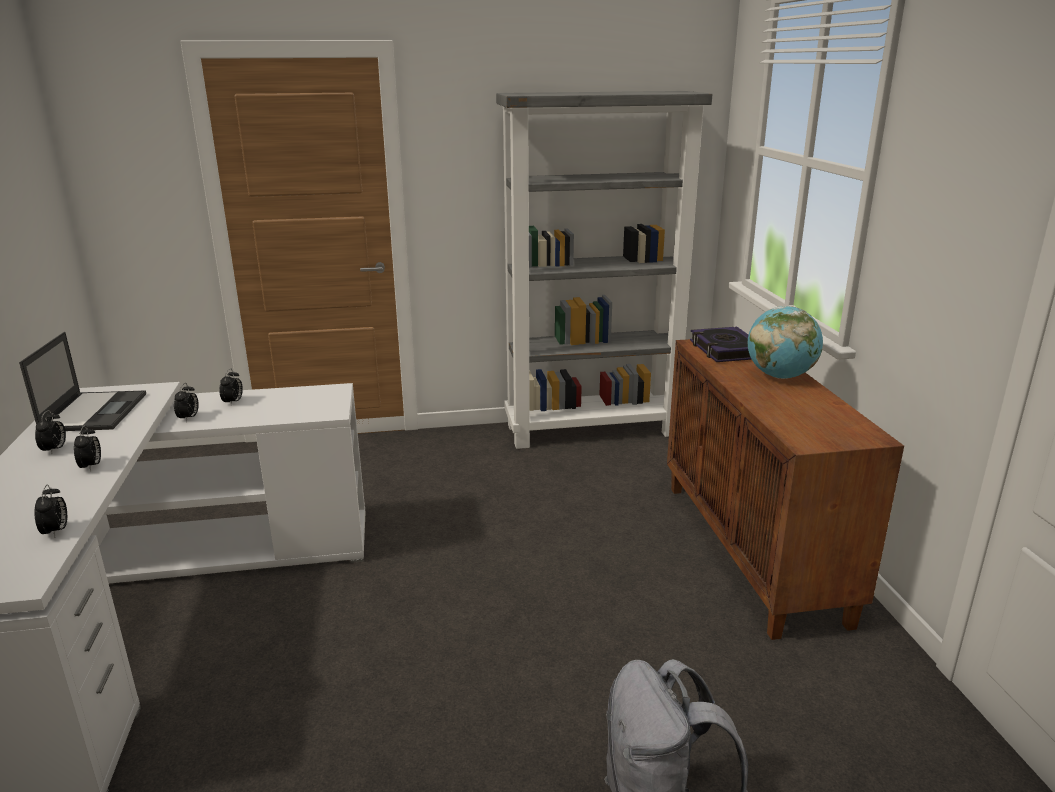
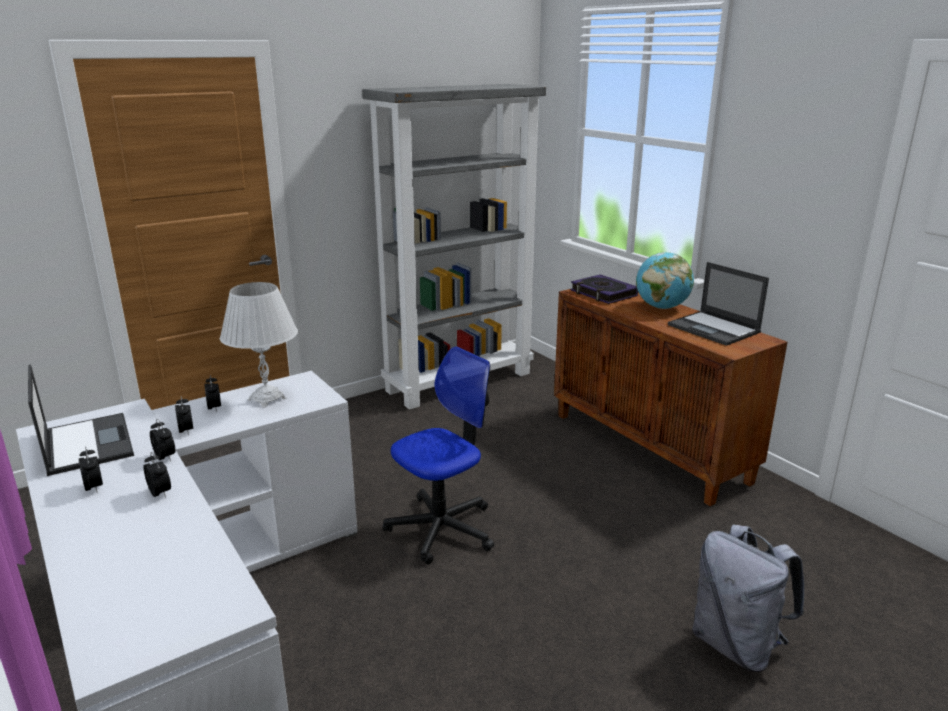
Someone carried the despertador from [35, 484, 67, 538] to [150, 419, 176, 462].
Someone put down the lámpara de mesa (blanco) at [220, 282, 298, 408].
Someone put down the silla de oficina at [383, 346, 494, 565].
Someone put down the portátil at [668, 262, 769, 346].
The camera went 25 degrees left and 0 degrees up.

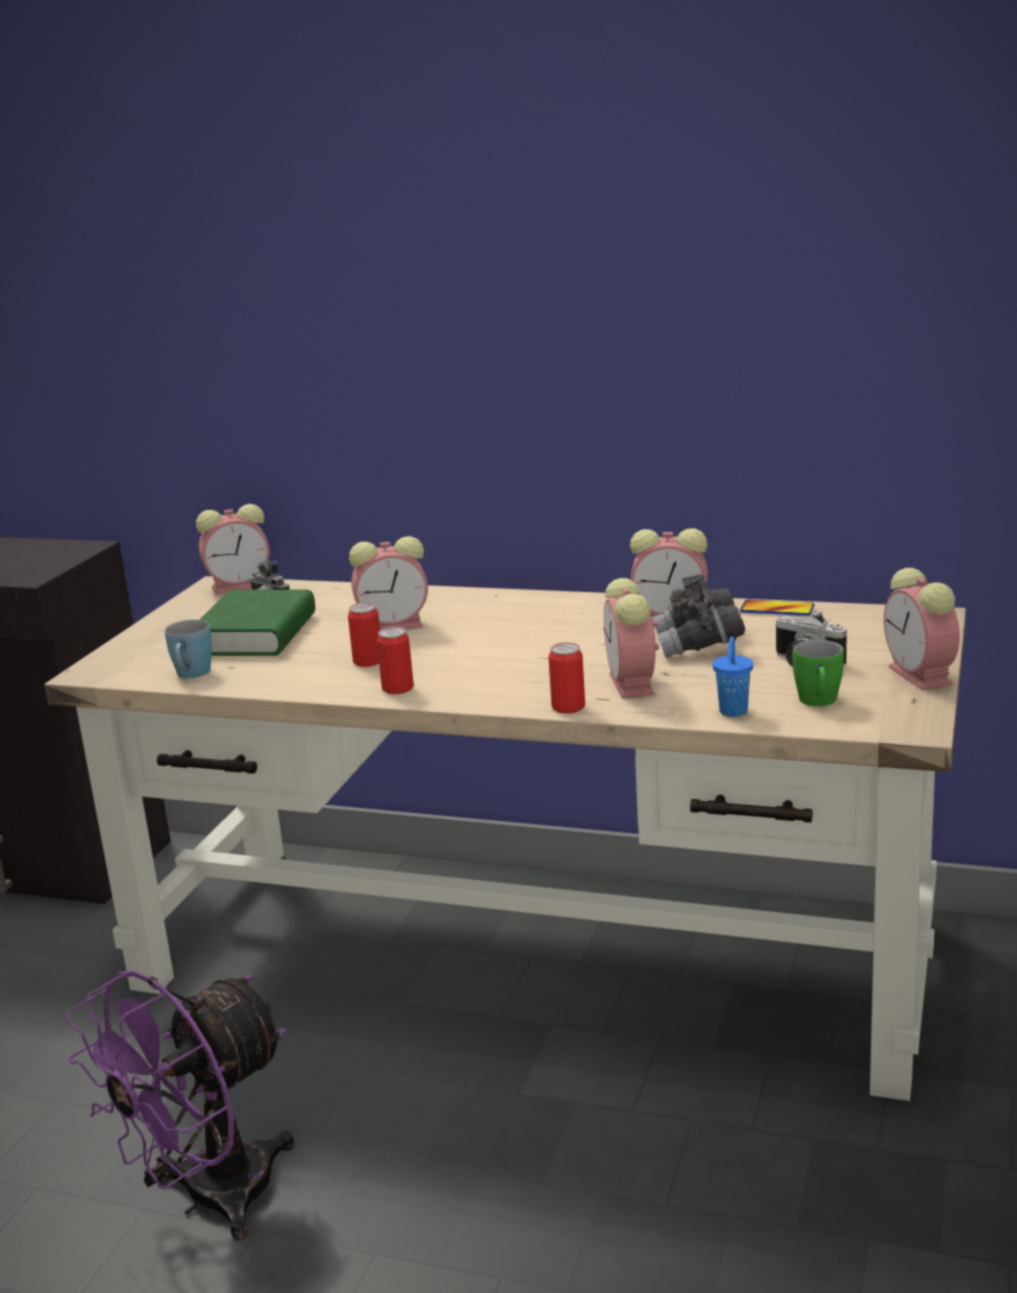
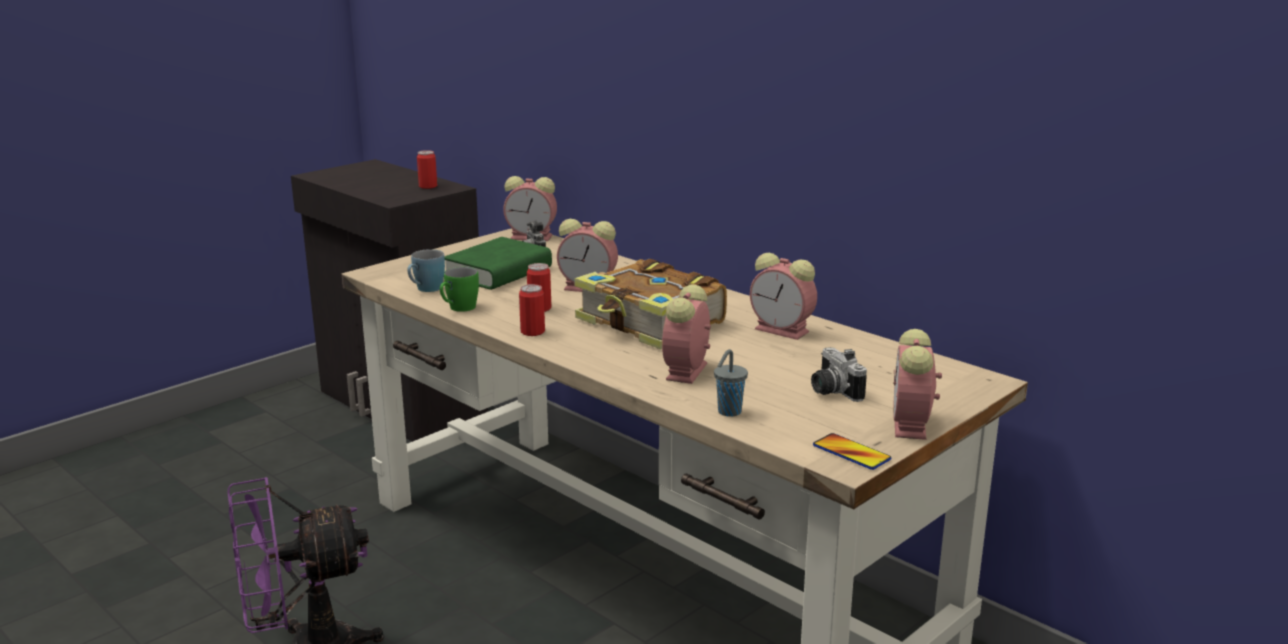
Someone carried the lata from [548, 642, 585, 713] to [417, 150, 437, 189].
Someone carried the taza grande (verde) from [793, 640, 844, 706] to [440, 267, 479, 312].
Someone put down the libro at [574, 259, 727, 349].
Someone repainted the taza (azul) at [713, 637, 753, 717], which became the taza (gris) at [714, 349, 748, 417].
Someone carried the móvil from [740, 600, 814, 616] to [813, 433, 891, 470].
Someone took away the prismáticos (gris) at [652, 575, 746, 658].
The camera went 25 degrees right and 0 degrees up.

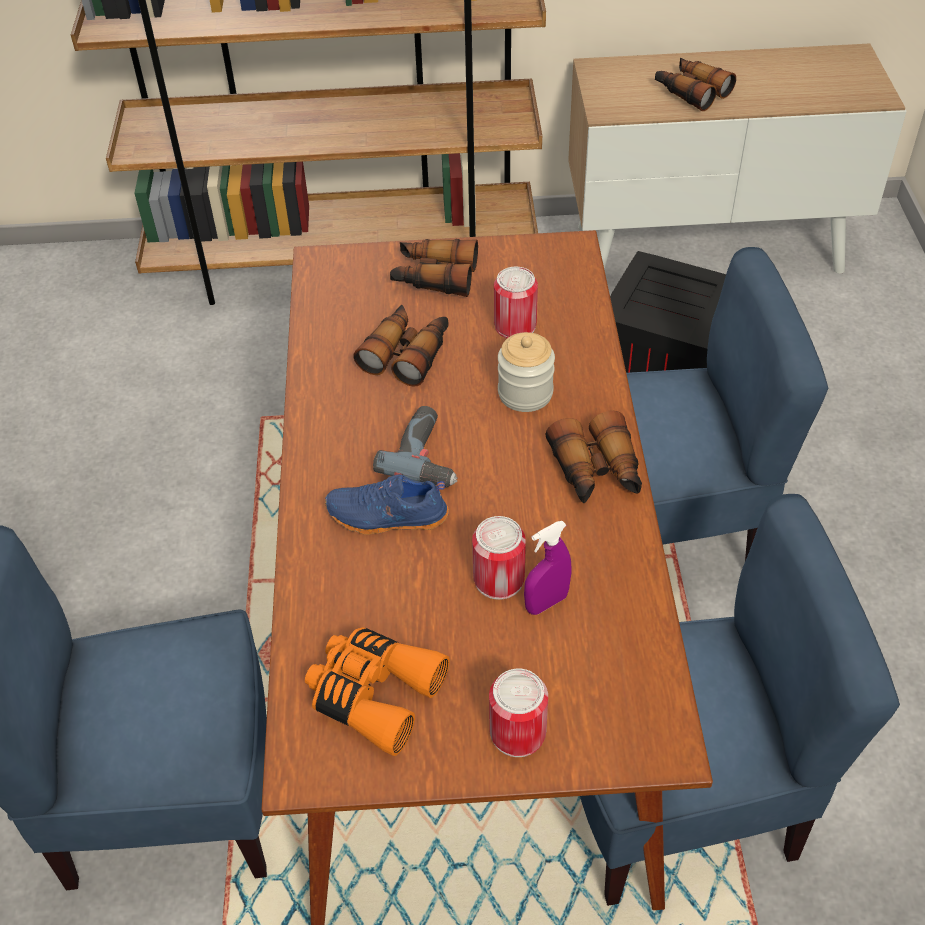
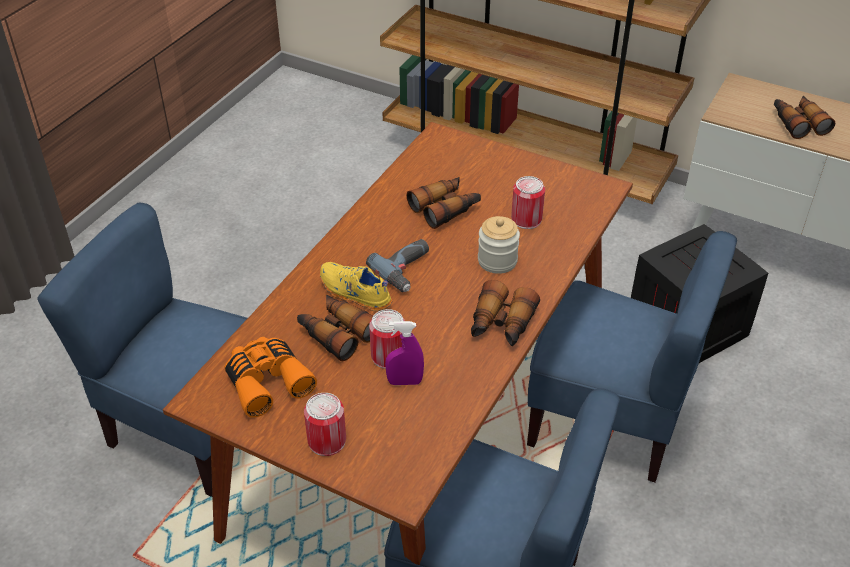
Someone carried the prismáticos from [390, 239, 478, 297] to [297, 295, 373, 361].
Someone repainted the zapato (azul) at [325, 474, 449, 535], which became the zapato (amarillo) at [320, 262, 392, 311].
The camera went 30 degrees right and 5 degrees down.

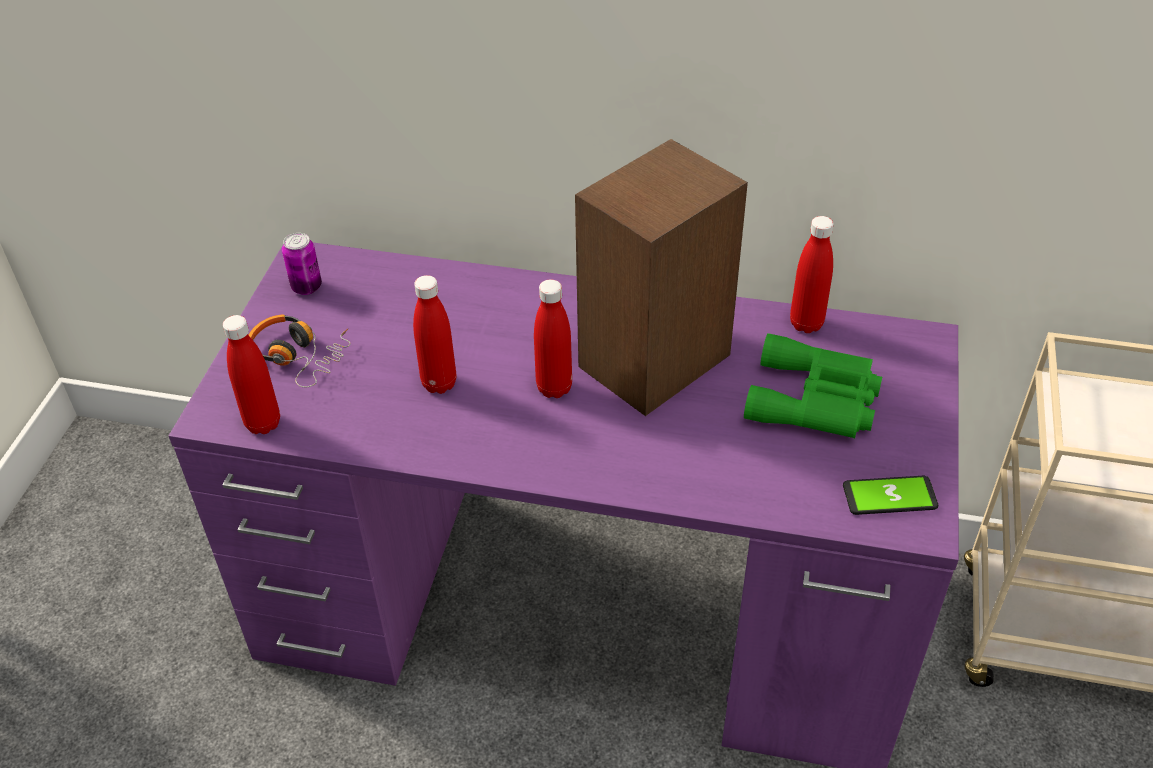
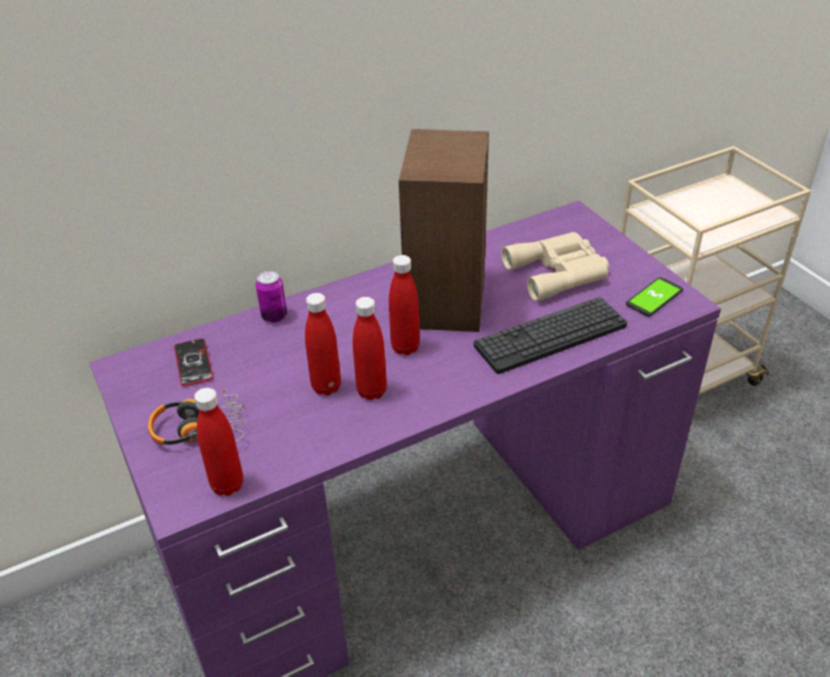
Someone put down the móvil at [174, 338, 213, 386].
Someone carried the lata from [282, 233, 322, 295] to [256, 271, 287, 323].
Someone carried the botella (rojo) from [790, 216, 834, 333] to [353, 297, 387, 400].
Someone put down the teclado at [474, 297, 627, 374].
Someone repainted the prismáticos (verde) at [744, 333, 882, 438], which became the prismáticos (beis) at [501, 232, 609, 301].
The camera went 40 degrees left and 5 degrees down.

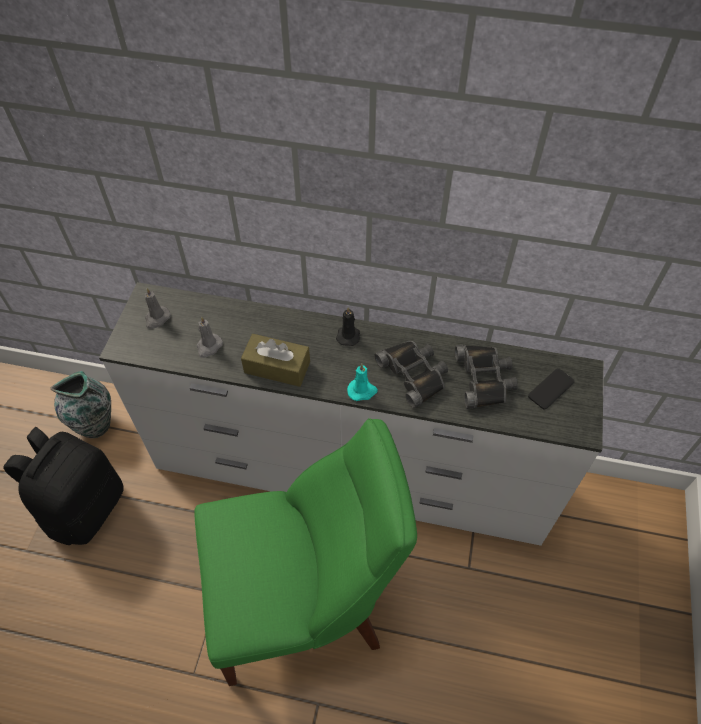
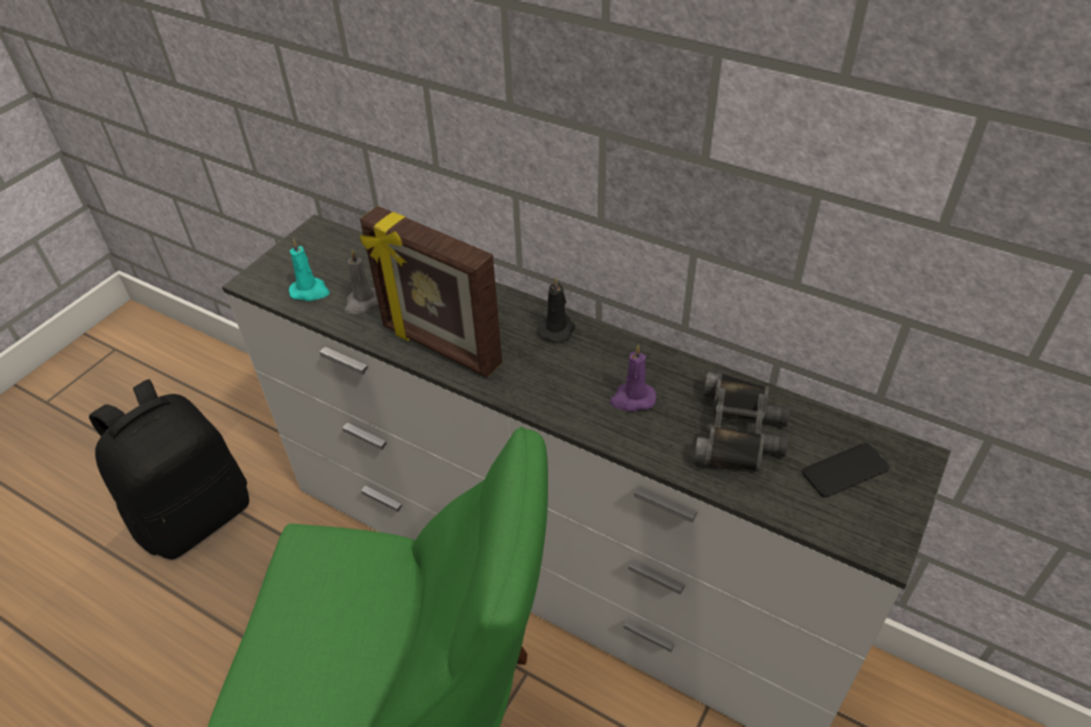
Someone carried the vela (turquesa) from [347, 364, 378, 401] to [289, 238, 330, 301].
Someone swapped the caja de pañuelos (marrón) at [241, 334, 310, 387] for the portarretratos at [360, 206, 502, 378].
Someone swapped the prismáticos (negro) at [374, 341, 448, 408] for the vela (morado) at [610, 345, 656, 412].
Someone took away the florero at [50, 371, 111, 438].
Someone took away the vela (gris) at [145, 288, 171, 329].
The camera went 20 degrees right and 10 degrees down.

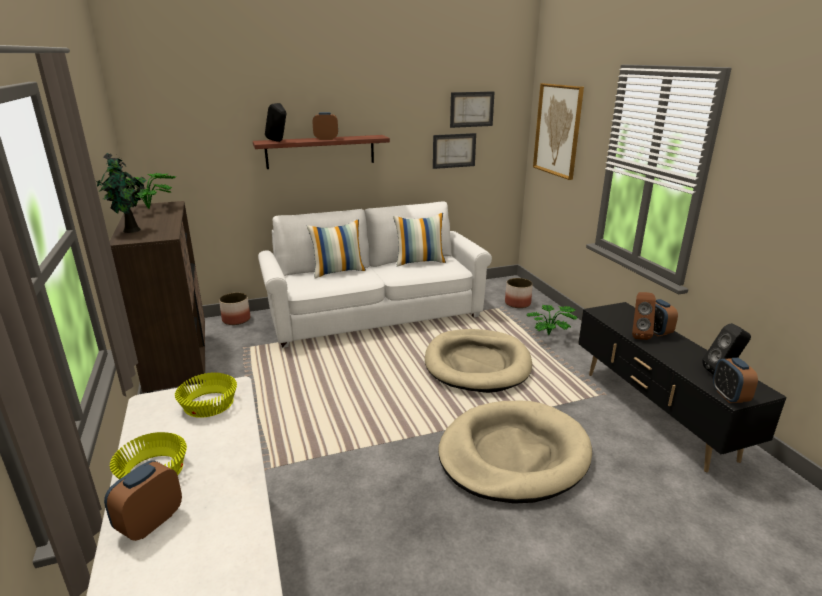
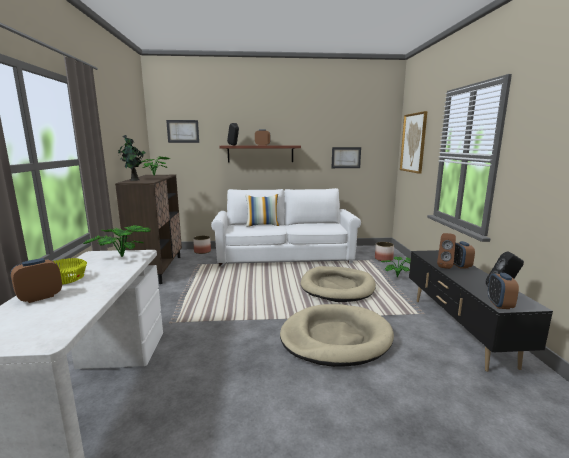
Someone swapped the cuenco (amarillo) at [175, 372, 237, 418] for the planta en maceta at [83, 225, 150, 257].
Someone carried the cuadro from [450, 91, 495, 128] to [166, 120, 199, 143].
Someone took away the cojín at [393, 213, 446, 266].
The camera went 15 degrees right and 10 degrees down.

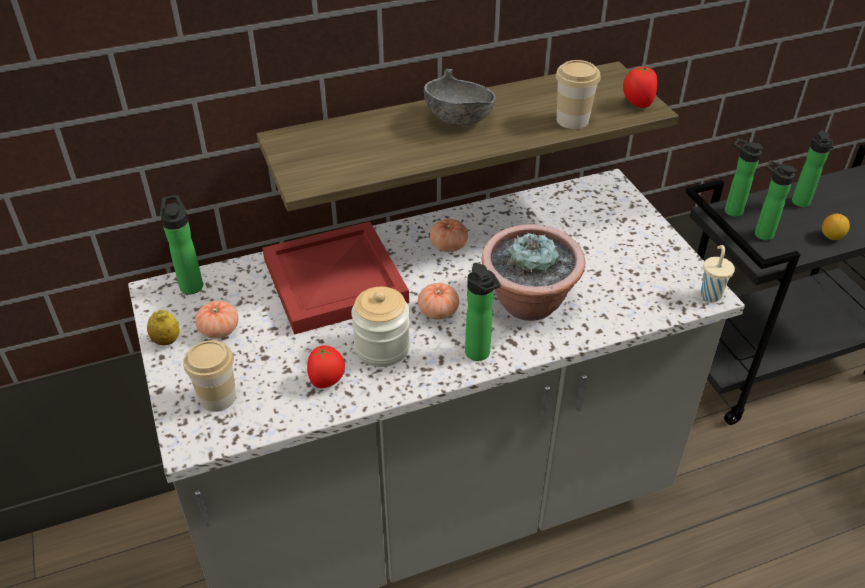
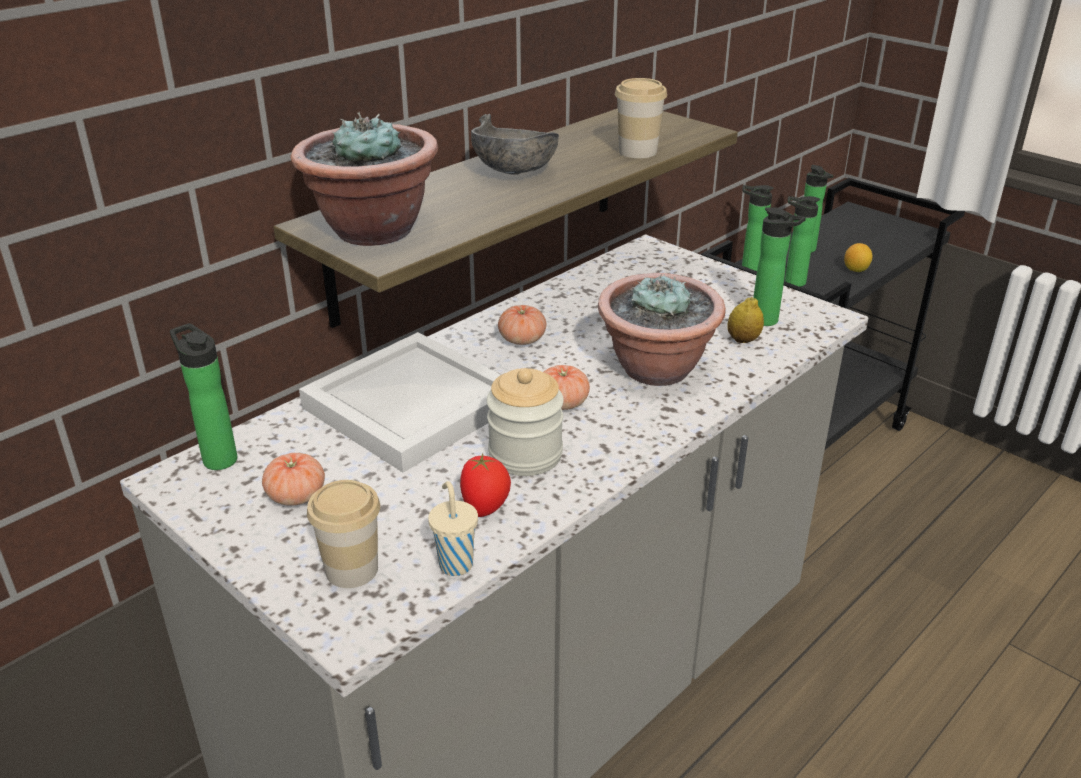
Someone put down the planta en maceta at [291, 111, 438, 246].
Someone repainted the bandeja (rojo) at [262, 222, 409, 335], which became the bandeja (blanco) at [299, 332, 501, 473].
Someone carried the taza (beis) from [700, 245, 735, 302] to [428, 481, 478, 576].
Someone carried the limón from [147, 310, 180, 345] to [727, 297, 764, 343].
Someone carried the botella from [465, 263, 501, 361] to [753, 207, 806, 326].
Someone took away the tomate at [623, 65, 657, 108].
The camera went 25 degrees left and 10 degrees down.

